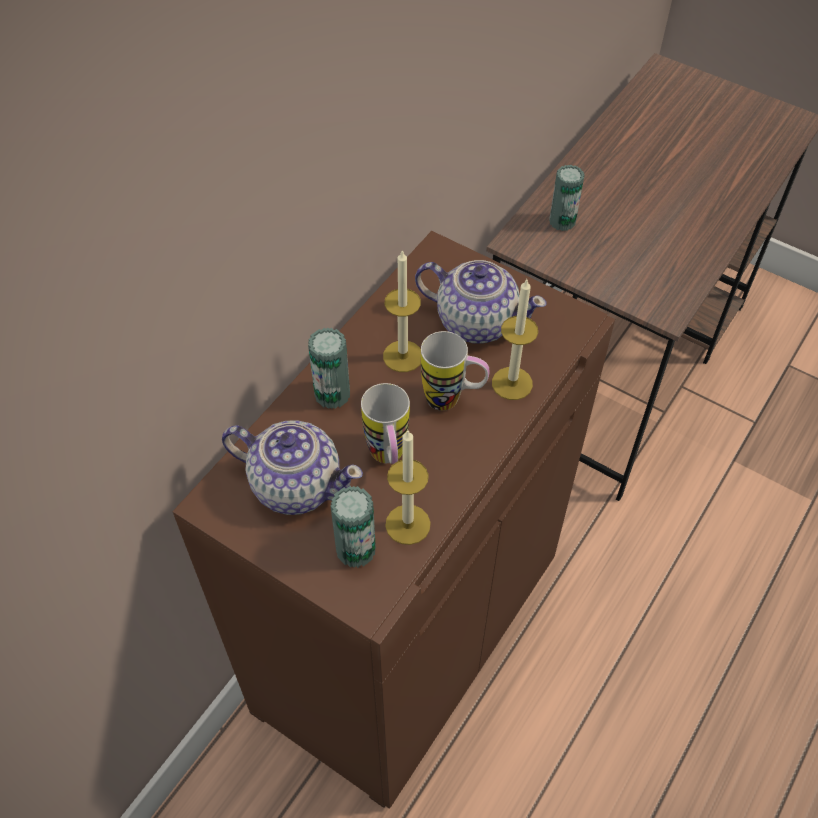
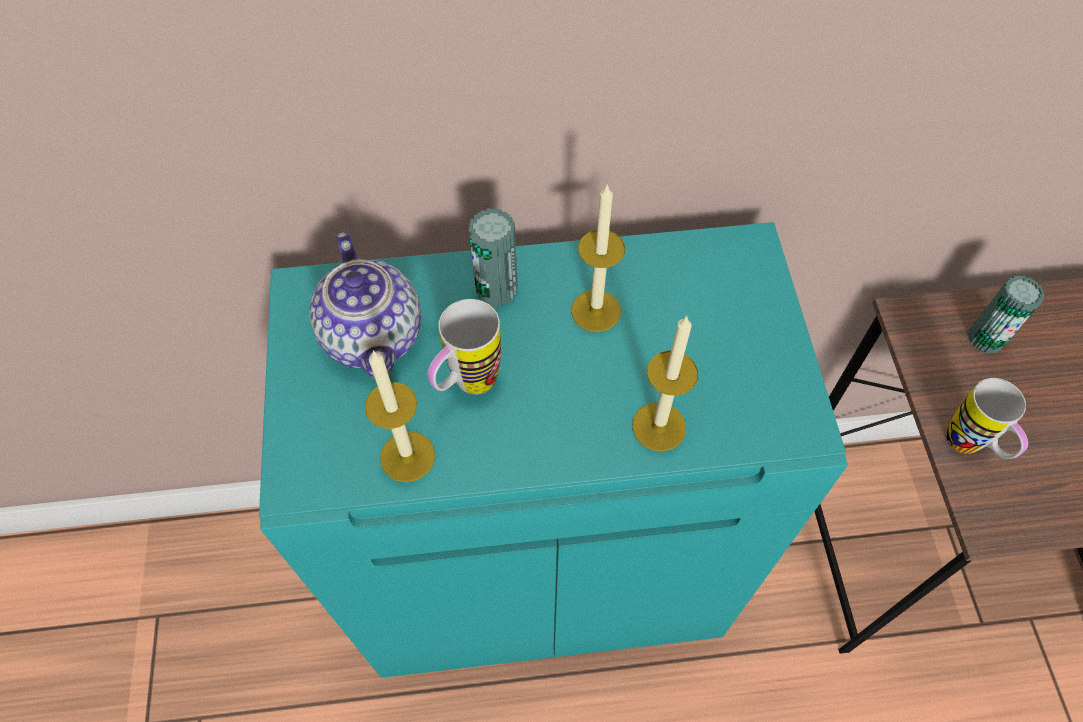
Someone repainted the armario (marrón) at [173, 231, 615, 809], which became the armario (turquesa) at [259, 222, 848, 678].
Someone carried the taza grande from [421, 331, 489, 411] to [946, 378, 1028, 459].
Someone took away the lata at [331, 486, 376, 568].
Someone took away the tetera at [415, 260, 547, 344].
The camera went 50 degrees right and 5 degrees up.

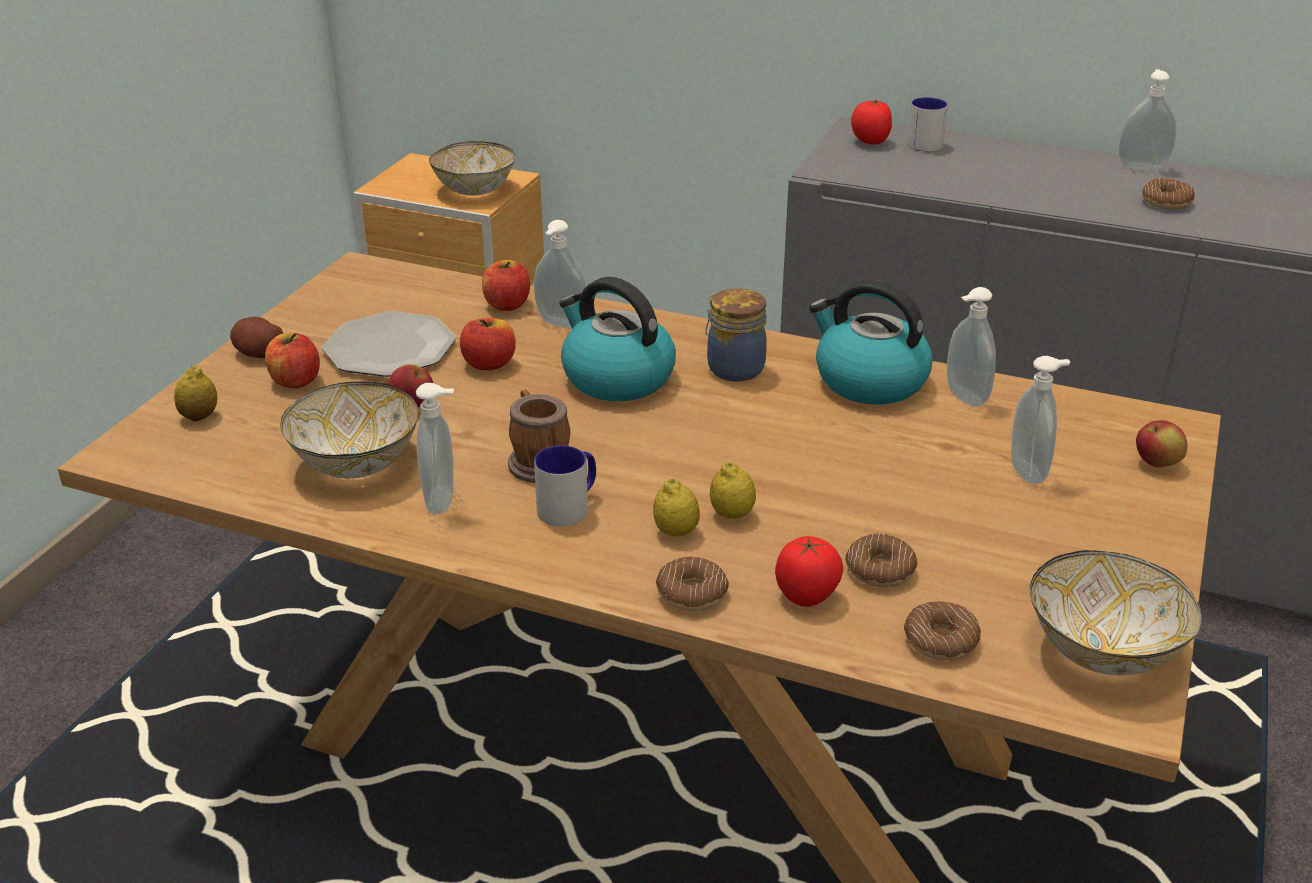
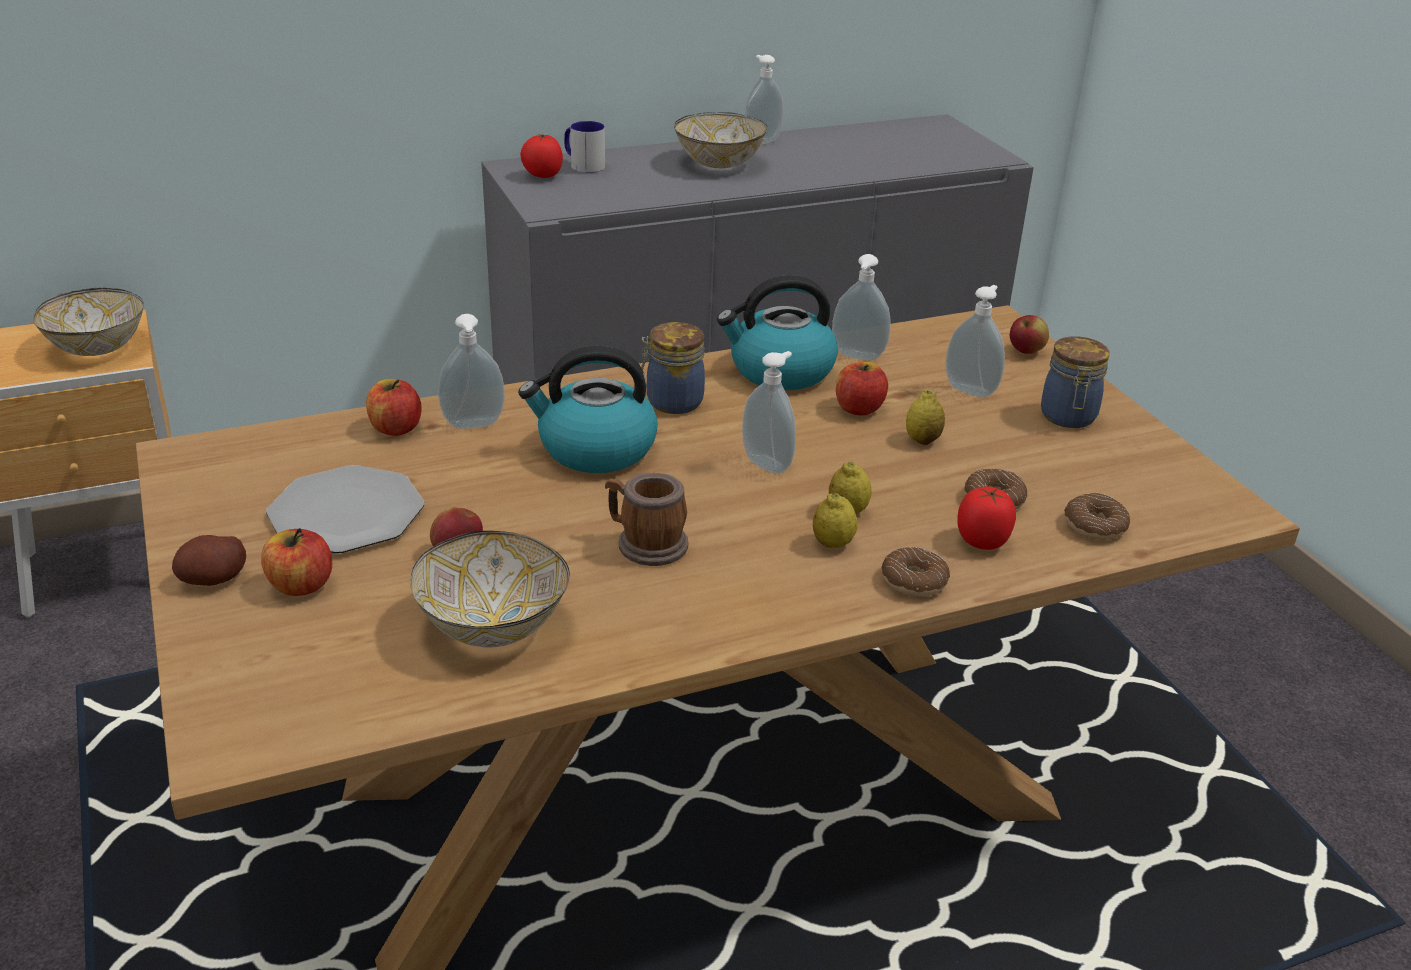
Someone carried the cuenco from [1030, 550, 1202, 676] to [674, 112, 767, 168].
Someone carried the dispensador de jabón from [416, 383, 454, 515] to [742, 351, 796, 474].
Someone carried the manzana from [460, 318, 516, 370] to [836, 362, 888, 415].
Someone carried the limón from [174, 366, 217, 421] to [906, 390, 945, 445].
Someone put down the tarro at [1041, 336, 1109, 428].
Someone took away the taza grande at [534, 445, 596, 526].
Someone took away the rosquilla at [1142, 178, 1195, 210].
The camera went 45 degrees left and 0 degrees up.

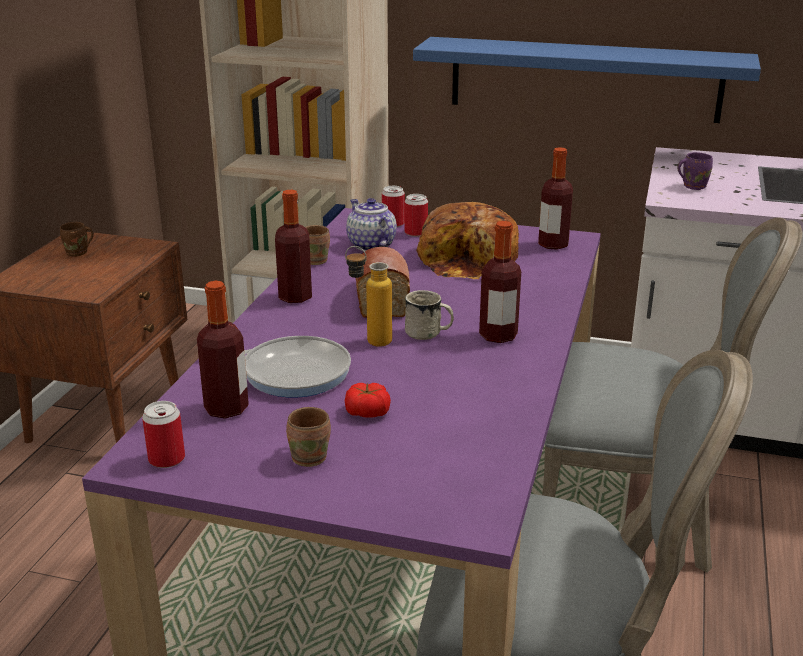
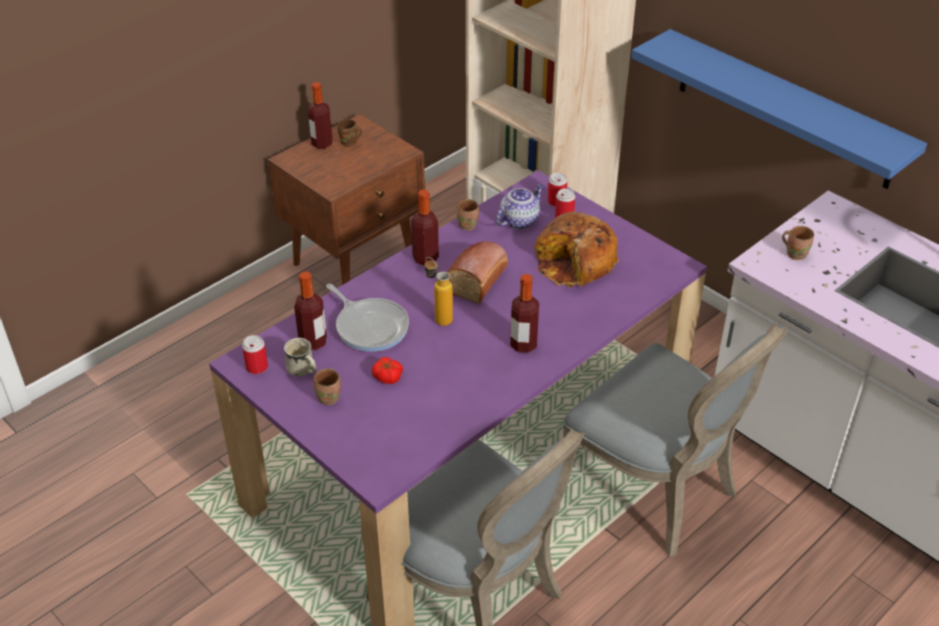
Someone carried the taza grande (blanco) from [405, 290, 454, 340] to [284, 338, 316, 376].
Someone carried the botella from [538, 147, 573, 250] to [308, 82, 332, 149].
Someone rotated the tetera at [346, 198, 397, 251] by 45 degrees clockwise.
Someone repainted the taza grande (morado) at [677, 152, 713, 190], which became the taza grande (marrón) at [782, 226, 814, 260].
The camera went 30 degrees right and 15 degrees up.

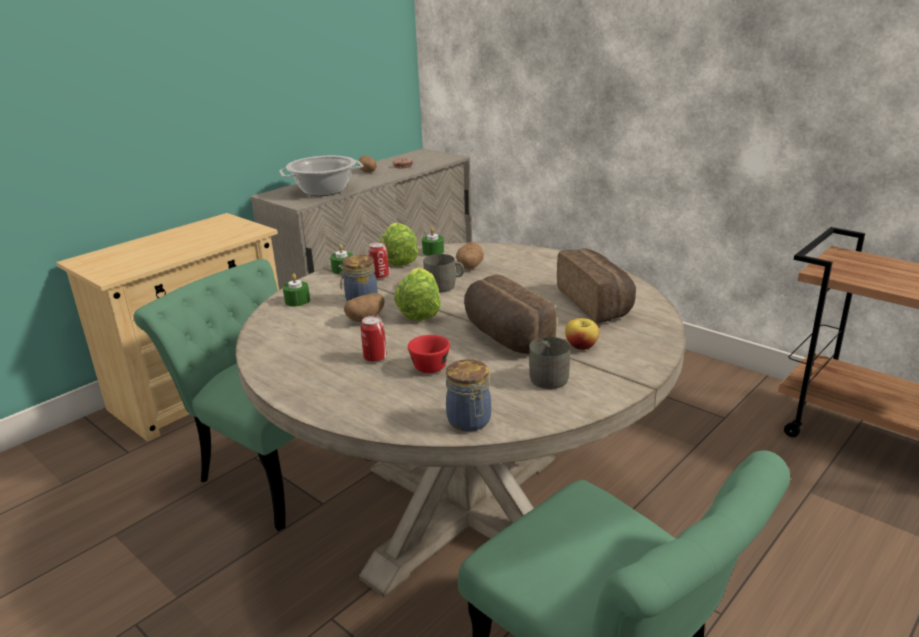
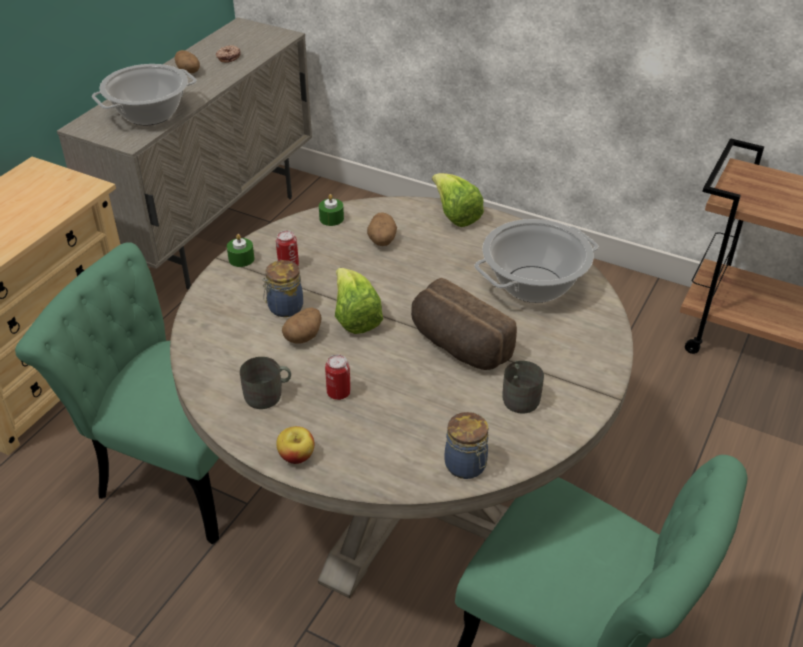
Someone carried the taza grande (gris) from [423, 254, 464, 293] to [240, 357, 291, 409].
Someone carried the manzana from [565, 318, 599, 350] to [276, 426, 314, 464].
Someone carried the lechuga from [380, 223, 419, 266] to [432, 173, 484, 227].
Someone swapped the pan at [557, 248, 636, 323] for the olla at [475, 219, 599, 303].
Someone took away the vela (verde) at [283, 273, 310, 306].
Someone took away the taza (rojo) at [408, 335, 450, 373].
The camera went 15 degrees left and 15 degrees up.

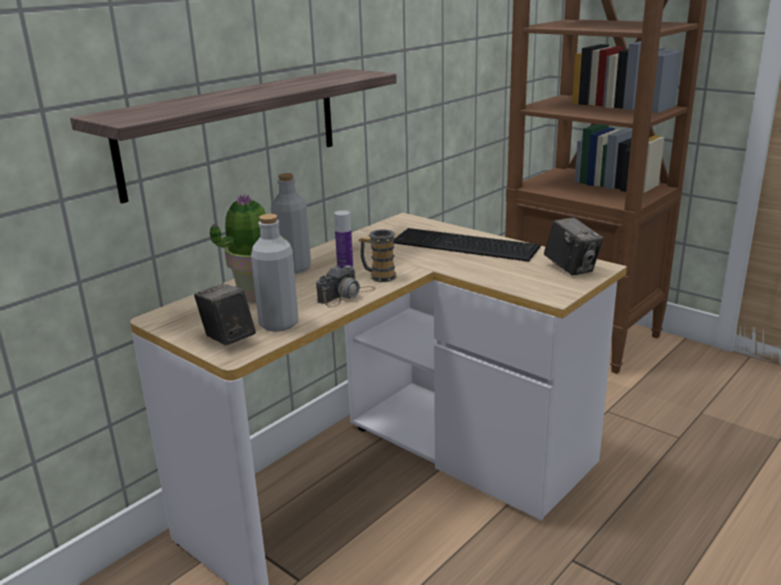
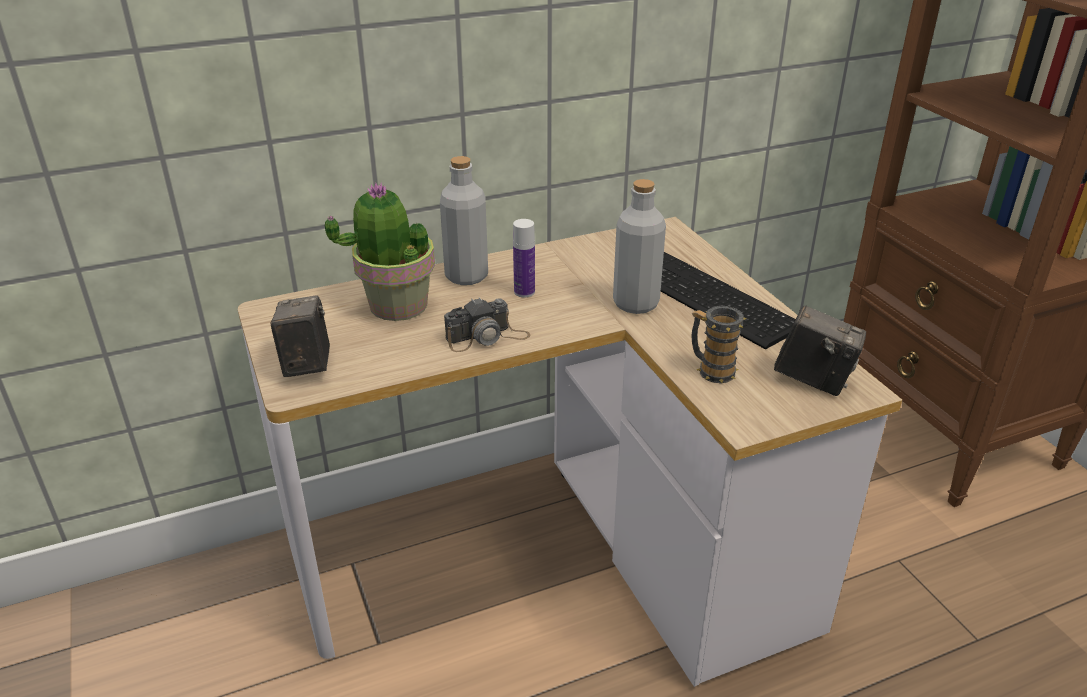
Someone carried the botella (gris) from [251, 214, 299, 332] to [613, 179, 666, 314].
Someone carried the taza grande from [358, 230, 397, 282] to [691, 306, 746, 383].
Someone rotated the cámara at [544, 217, 604, 276] by 60 degrees counterclockwise.
Someone took away the estante at [70, 69, 397, 203].
The camera went 25 degrees right and 10 degrees up.

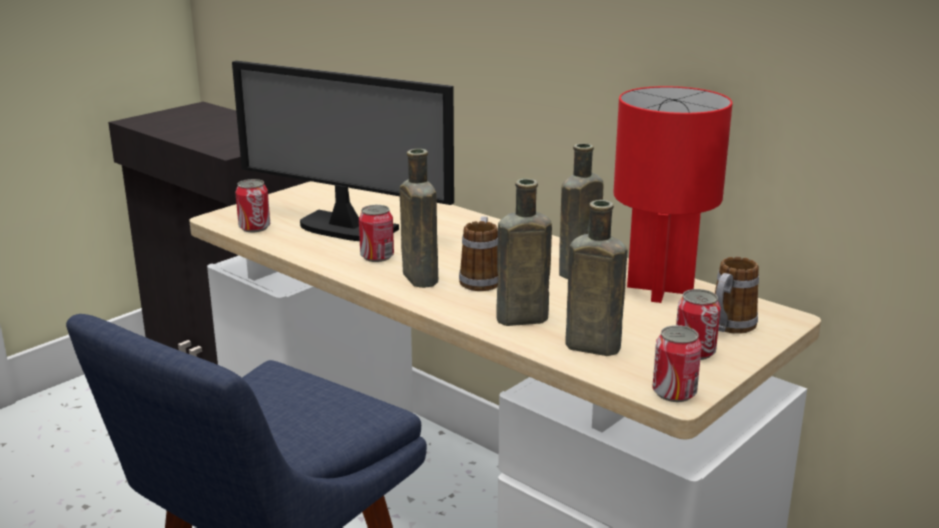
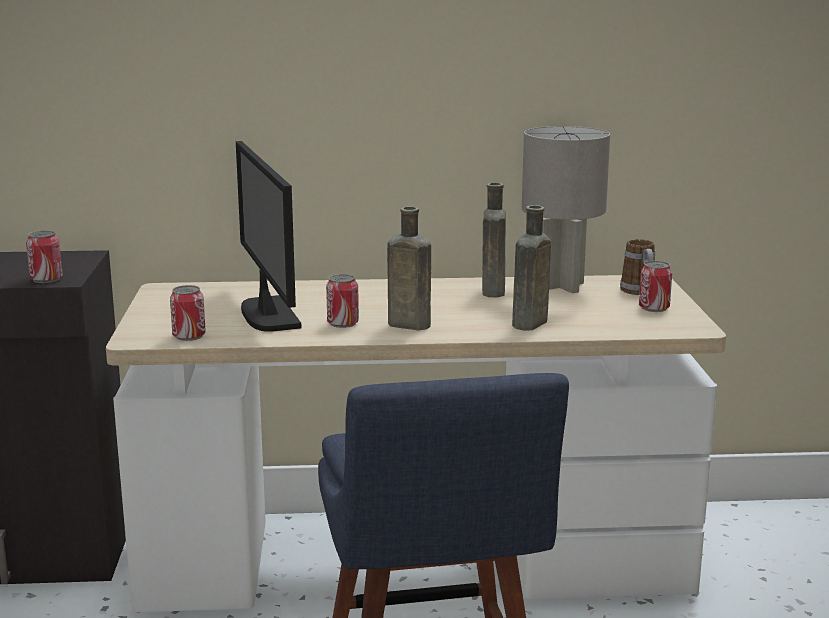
Someone carried the lata from [652, 325, 702, 402] to [26, 230, 63, 283].
Someone rotated the monitor at [232, 61, 454, 241] by 90 degrees clockwise.
Someone repainted the lámpara de mesa (rojo) at [613, 86, 732, 303], which became the lámpara de mesa (gris) at [522, 126, 610, 294].
Someone took away the taza grande at [459, 216, 498, 291].
Someone took away the botella (marrón) at [565, 200, 627, 356].
The camera went 45 degrees left and 5 degrees down.

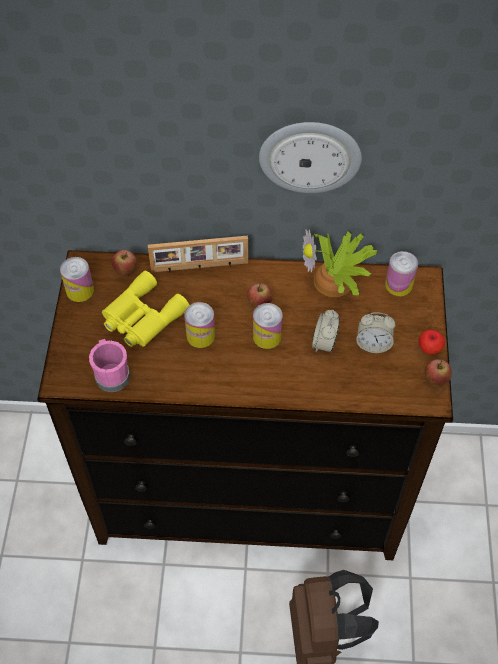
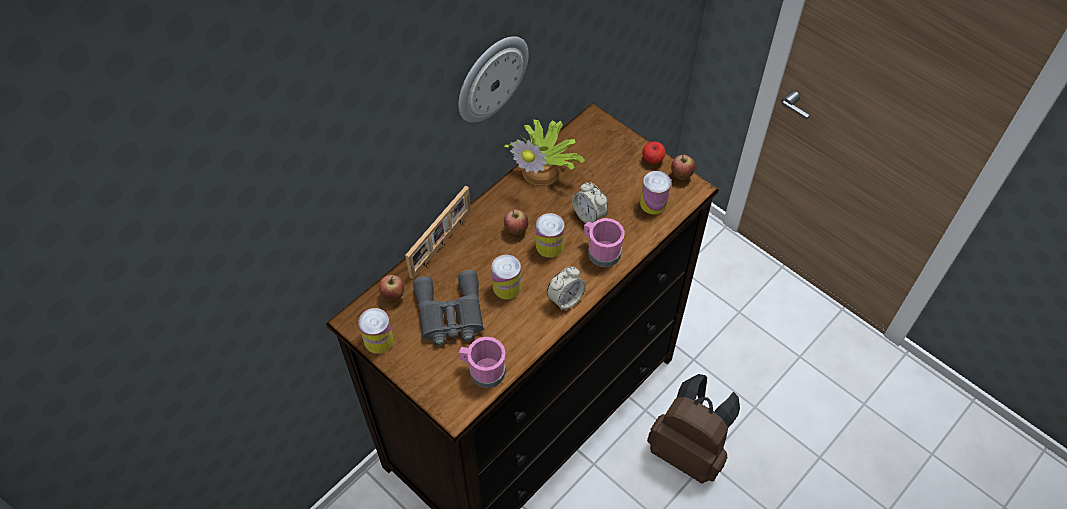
Someone repainted the prismáticos (amarillo) at [102, 271, 189, 347], which became the prismáticos (gris) at [413, 270, 484, 346].
Someone carried the despertador from [356, 312, 396, 353] to [547, 266, 586, 310].
Someone put down the taza grande (rosa) at [584, 218, 625, 267].
Someone carried the lata from [385, 251, 418, 296] to [640, 171, 671, 215].
The camera went 50 degrees left and 0 degrees up.

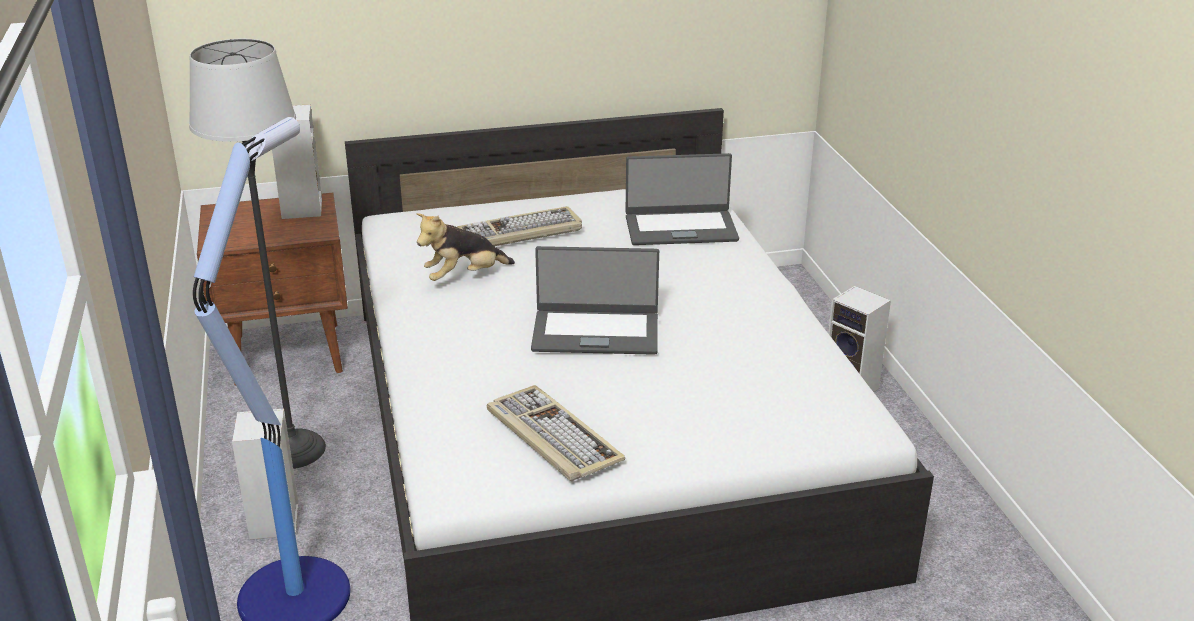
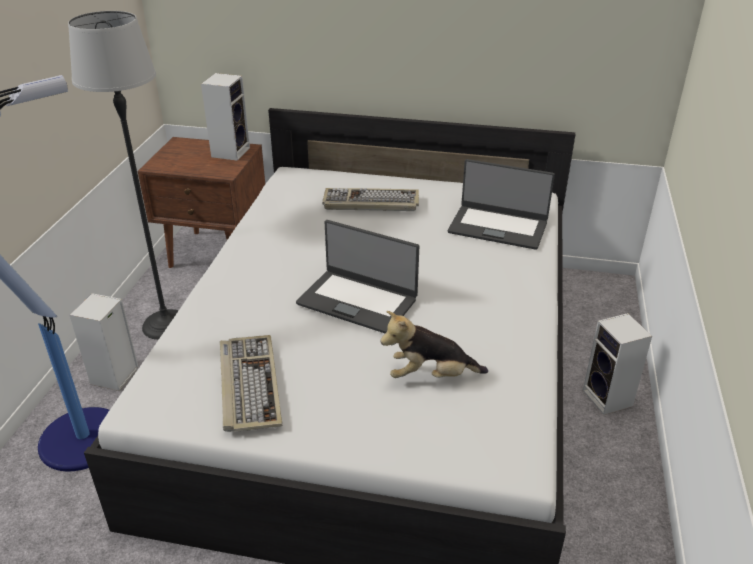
Someone carried the peluche from [416, 213, 515, 281] to [380, 311, 488, 378].
The camera went 25 degrees right and 5 degrees up.

